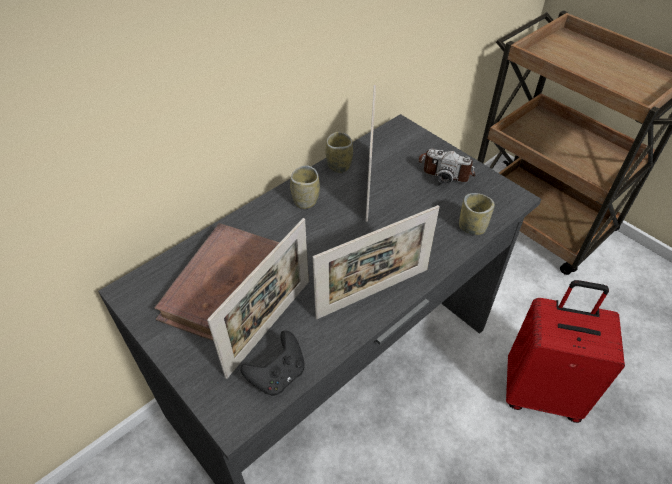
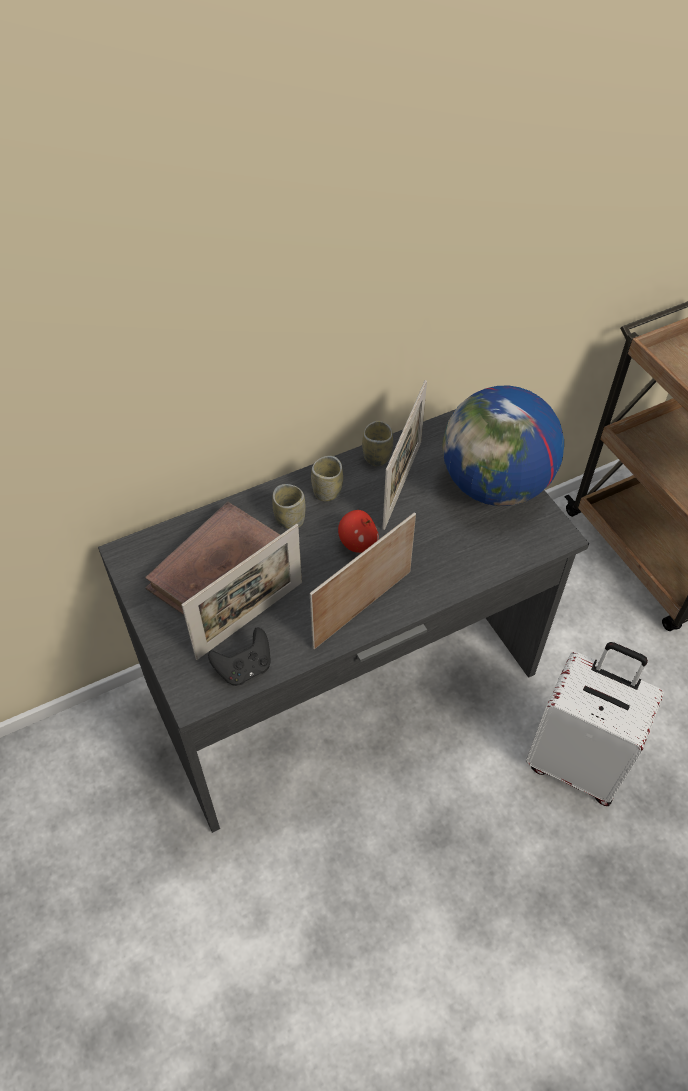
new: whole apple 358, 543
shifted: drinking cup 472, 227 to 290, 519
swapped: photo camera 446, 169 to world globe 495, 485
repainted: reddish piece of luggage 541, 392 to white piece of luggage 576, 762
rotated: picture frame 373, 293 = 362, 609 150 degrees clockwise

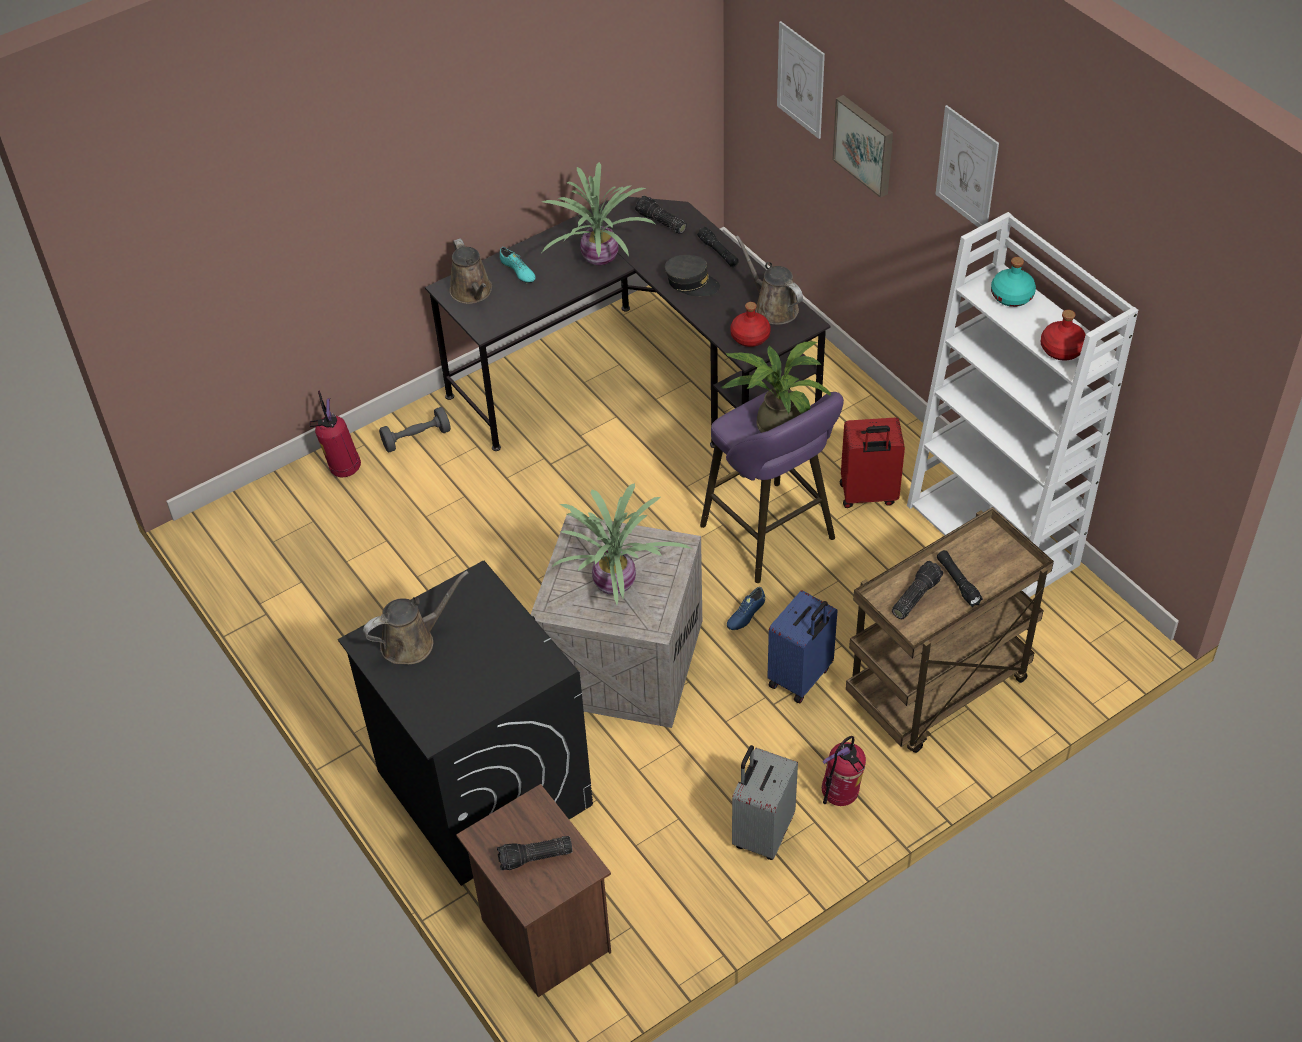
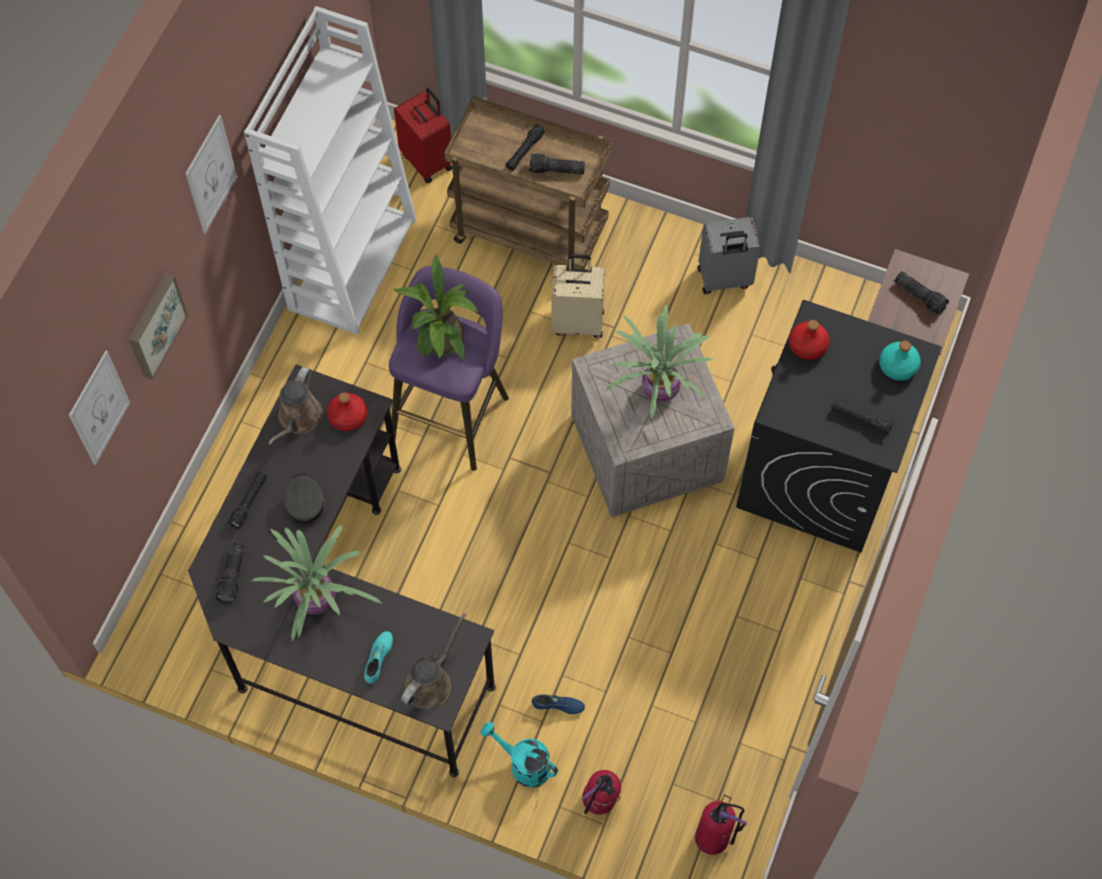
shifted: blue item of footwear 746, 615 to 558, 706; fire extinguisher 840, 797 to 714, 837; reddish piece of luggage 868, 495 to 428, 160; turquoise-coloured beverage bottle 1012, 296 to 897, 365; reddish beverage bottle 1062, 349 to 807, 345
swapped: brownish sprinkling can 412, 641 to black-coloured flashlight 861, 419; grey free weight 416, 438 to turquoise-coloured sprinkling can 523, 764
repainted: blue piece of luggage 801, 678 to beige-coloured piece of luggage 578, 322

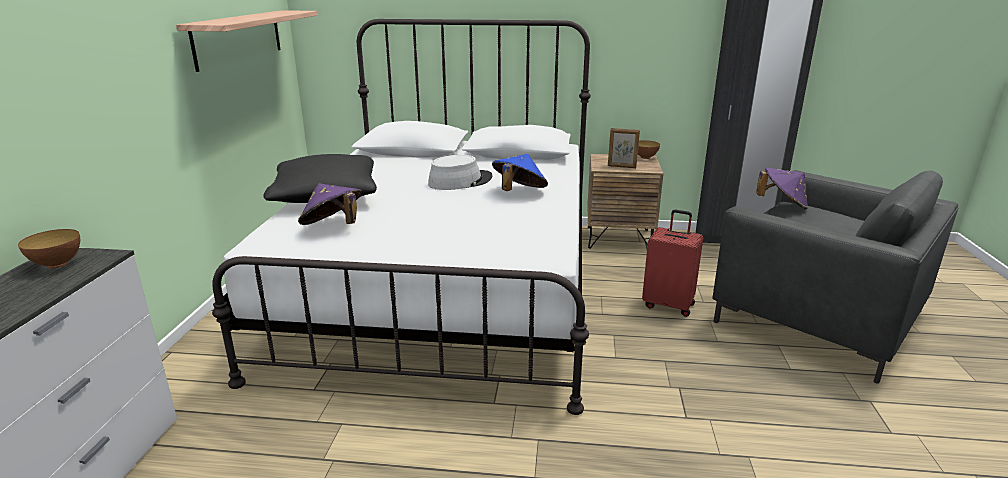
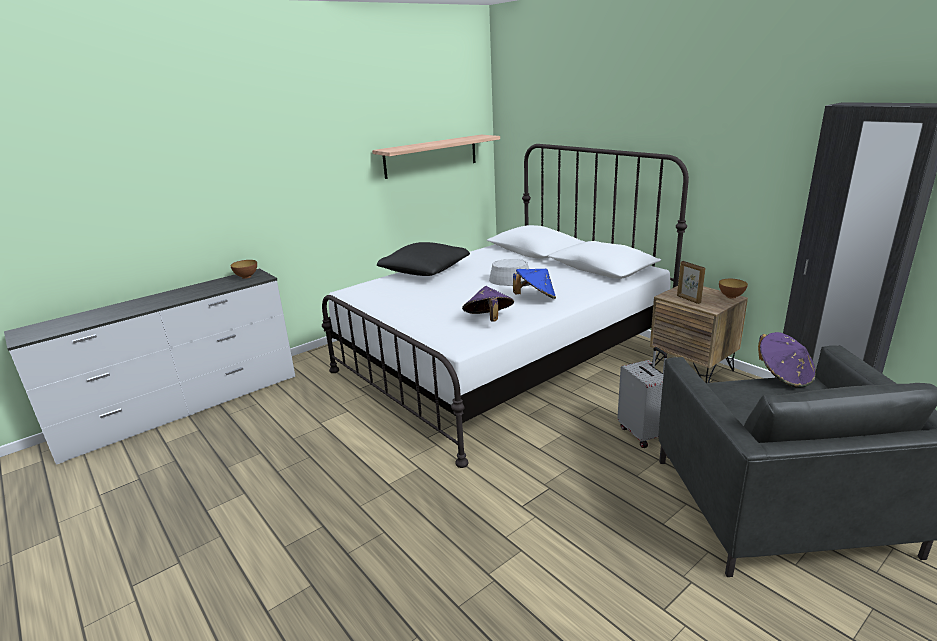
shifted: purplish wearable hat 333, 227 to 488, 320
repainted: reddish piece of luggage 668, 305 to grey piece of luggage 643, 434

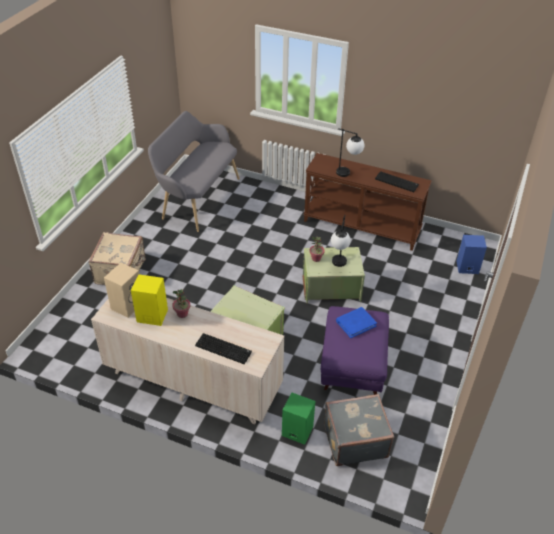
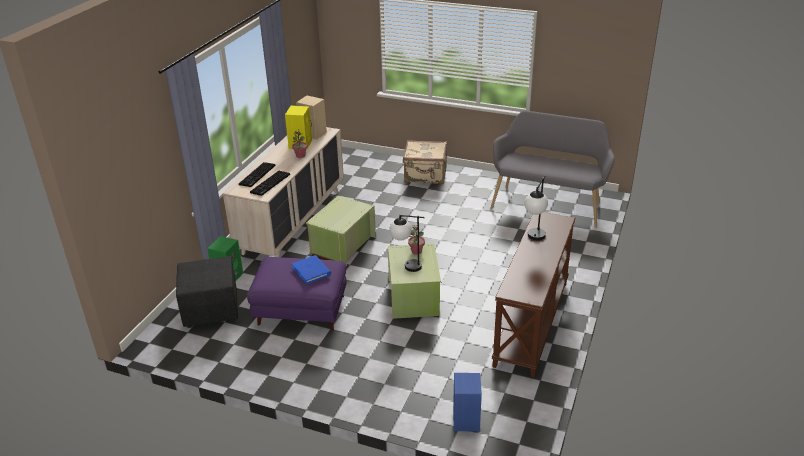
shifted: keyboard 397, 182 to 270, 184
swapped: grey piece of luggage 354, 440 to black-coloured ottoman 210, 310

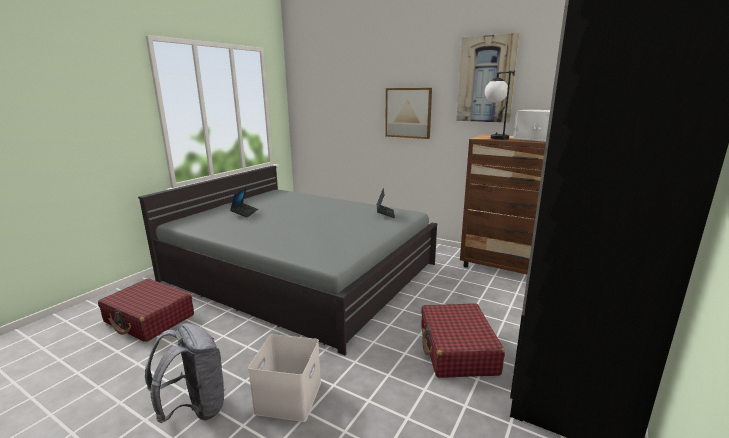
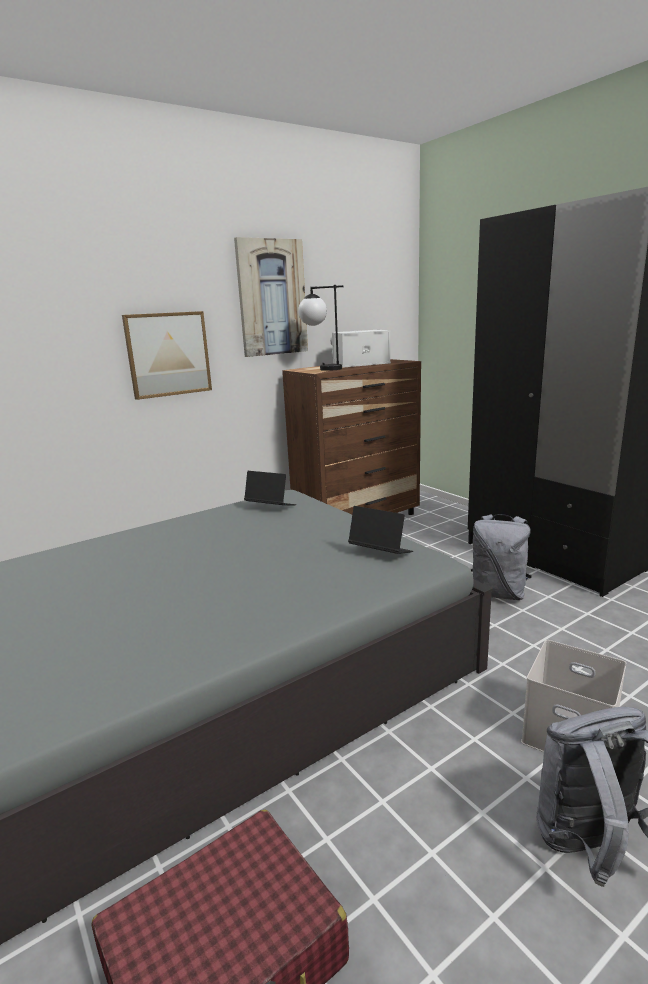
shifted: laptop 244, 213 to 380, 553
swapped: reddish piece of luggage 457, 350 to grey rucksack 498, 593

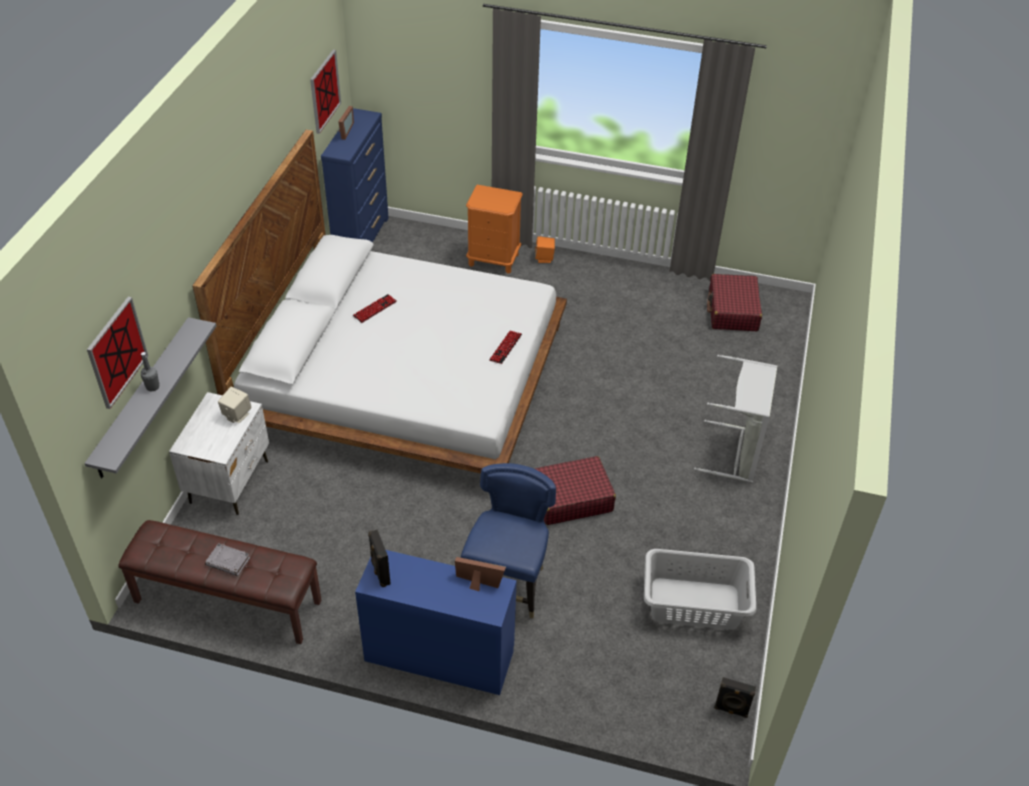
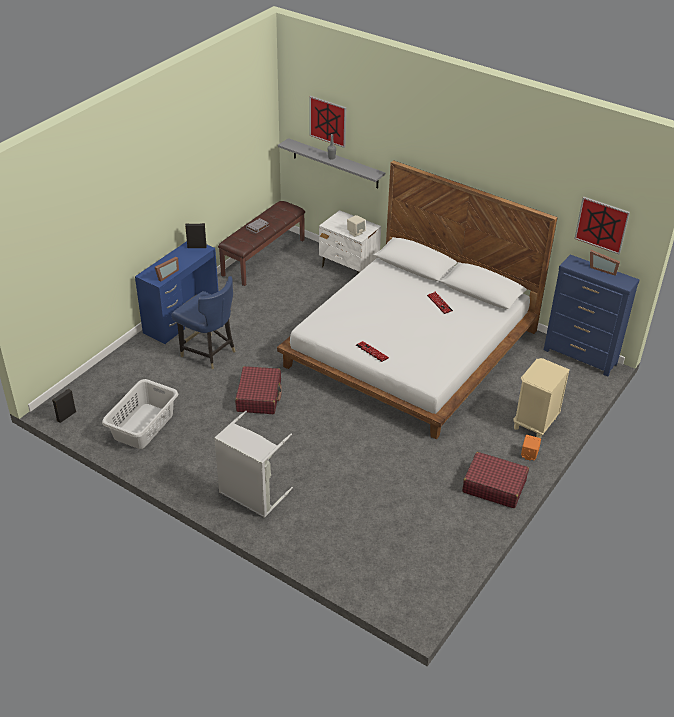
shifted: reddish piece of luggage 732, 311 to 494, 486
repainted: orange-coloured nightstand 493, 259 to beige-coloured nightstand 535, 423

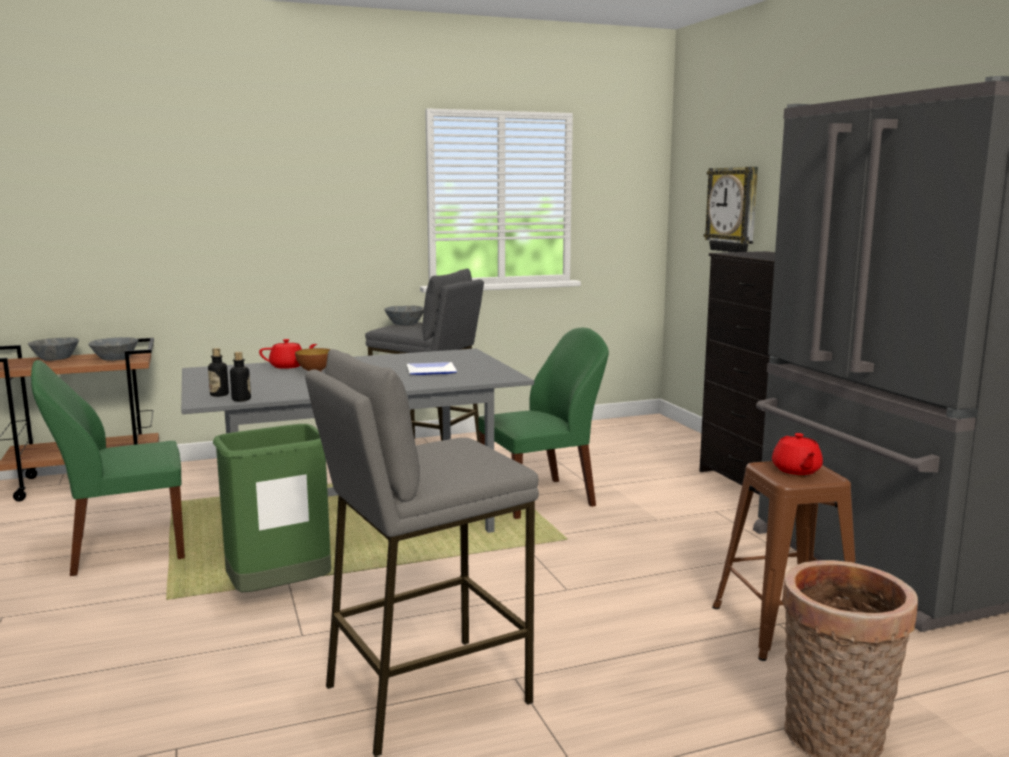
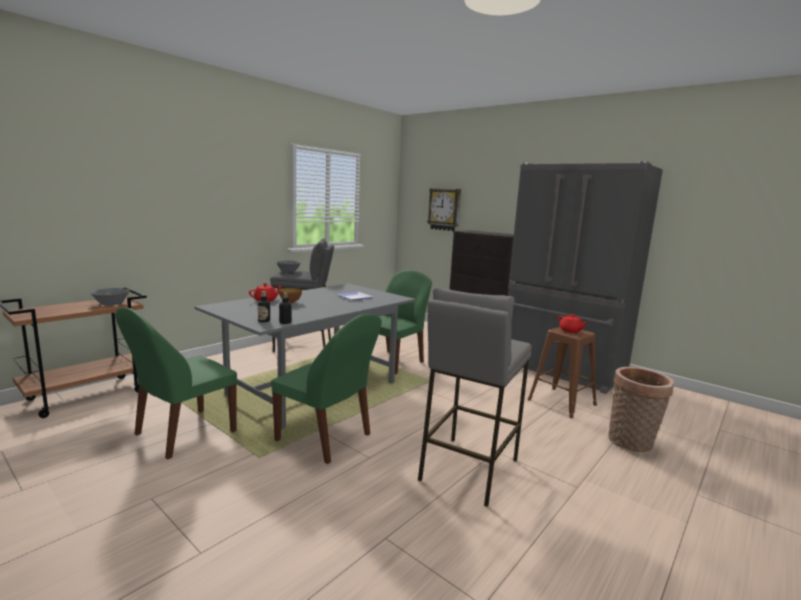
gone: grey serving bowl 55, 358
swapped: greenish rubbish bin 279, 594 to greenish upright chair 325, 438

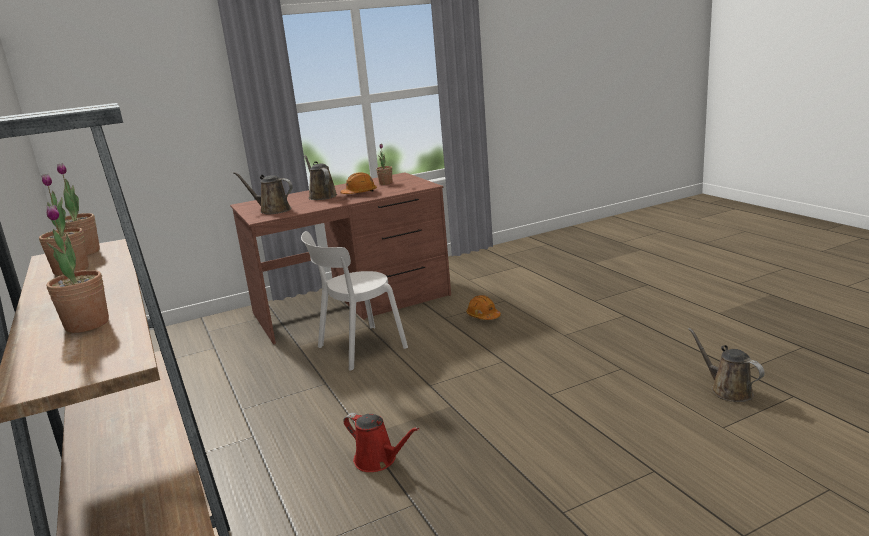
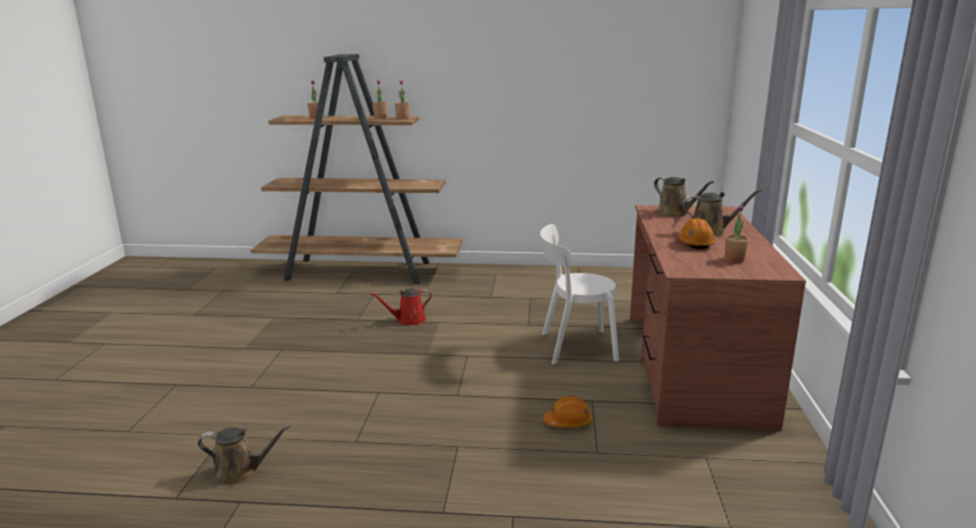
rotated: brownish sprinkling can 272, 210 = 675, 213 90 degrees clockwise; white upright chair 358, 348 = 574, 346 90 degrees counterclockwise

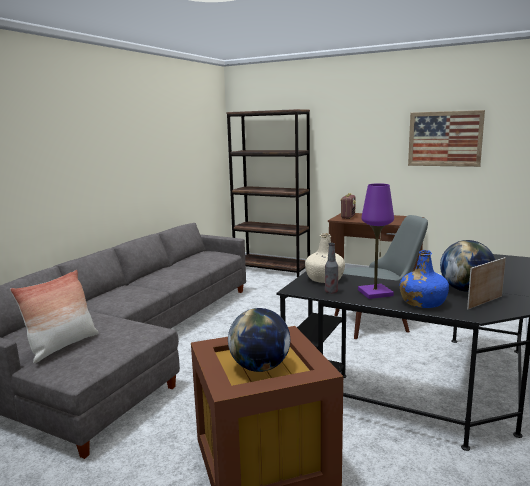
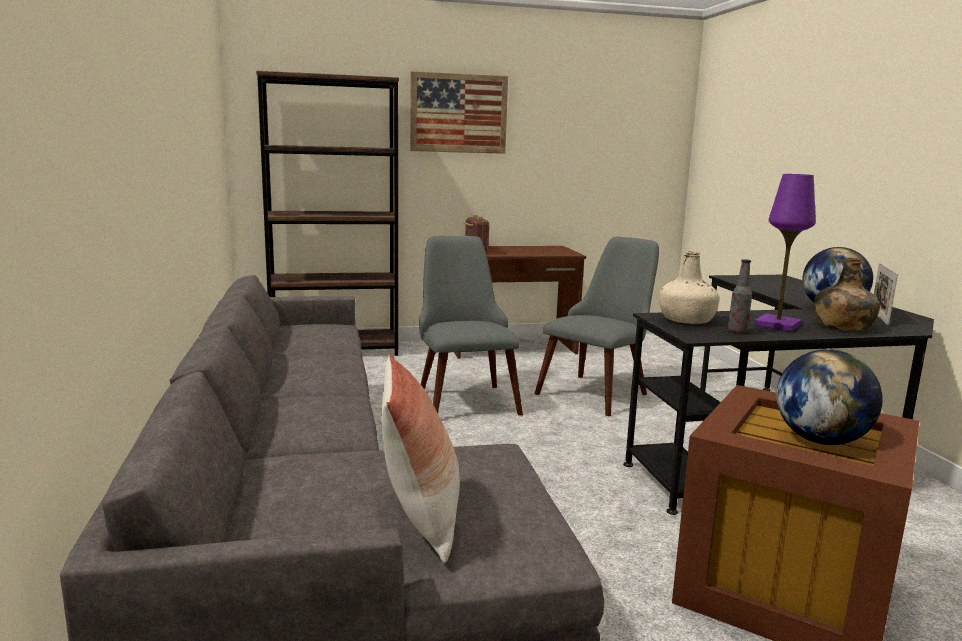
new: grey upright chair 463, 397
shifted: wall art 444, 139 to 458, 113
repainted: blue beverage bottle 422, 303 to greenish beverage bottle 842, 326

